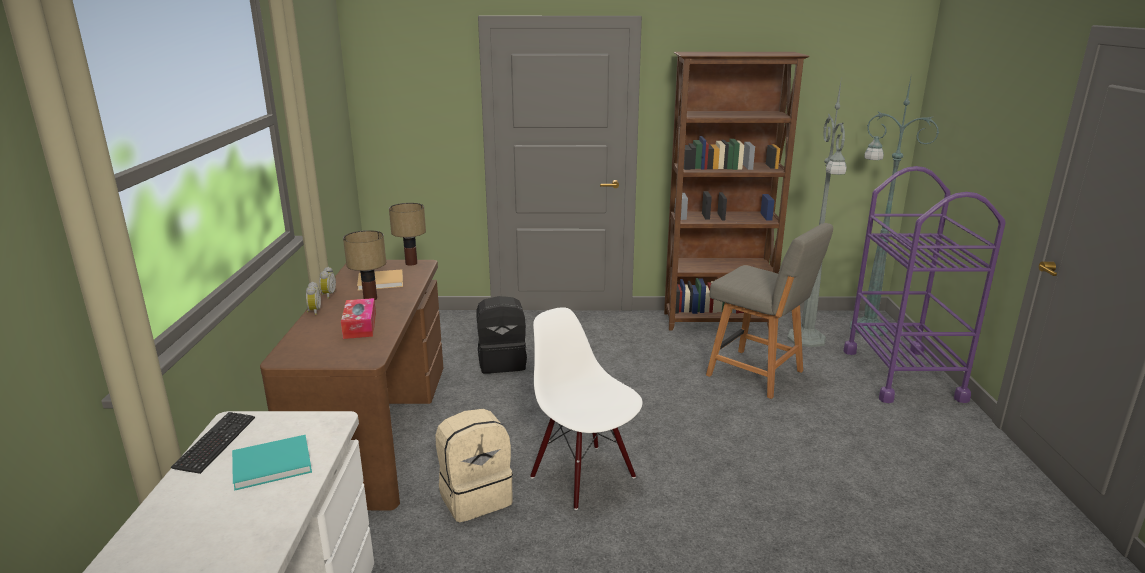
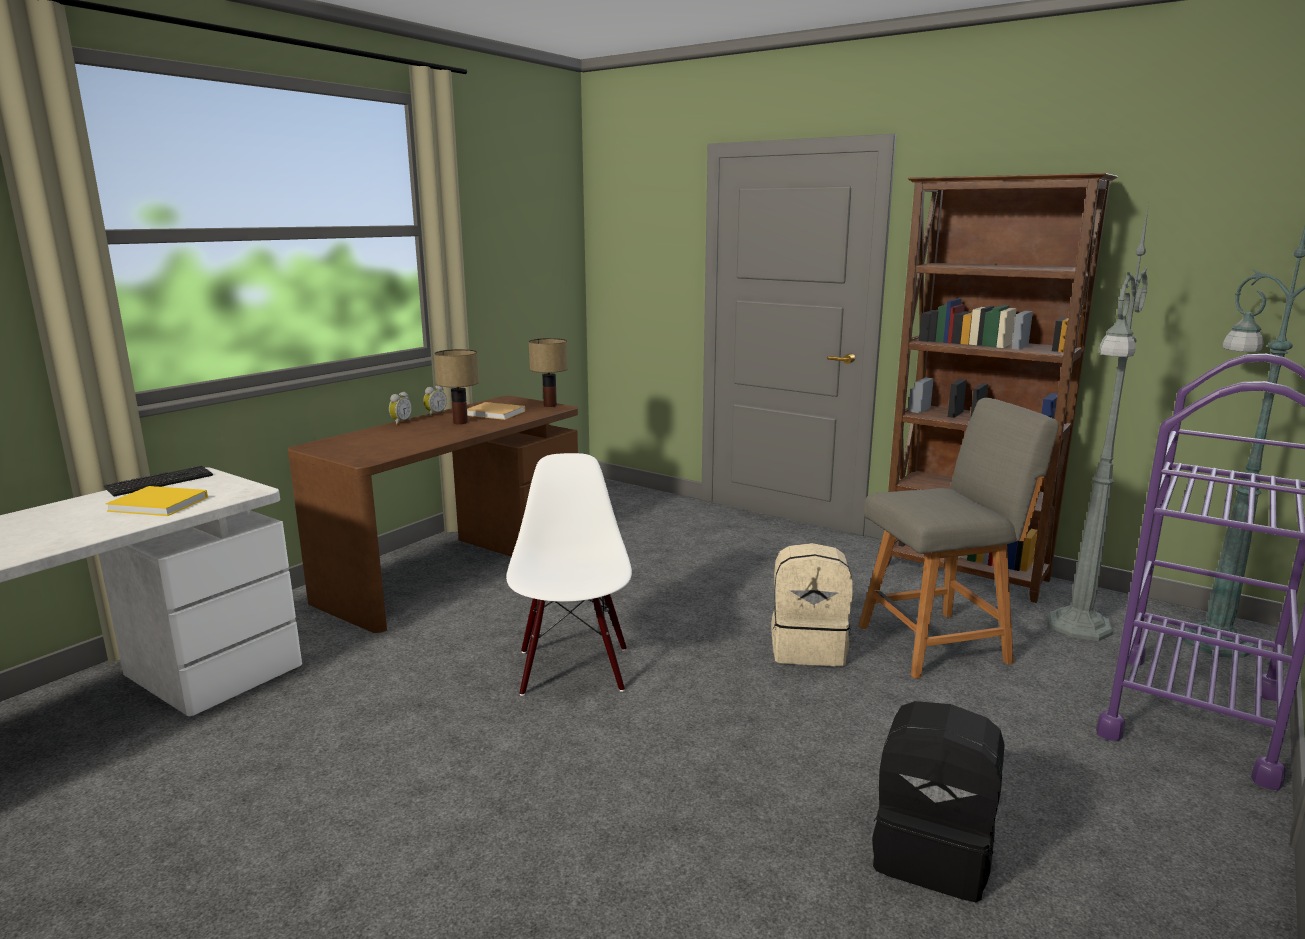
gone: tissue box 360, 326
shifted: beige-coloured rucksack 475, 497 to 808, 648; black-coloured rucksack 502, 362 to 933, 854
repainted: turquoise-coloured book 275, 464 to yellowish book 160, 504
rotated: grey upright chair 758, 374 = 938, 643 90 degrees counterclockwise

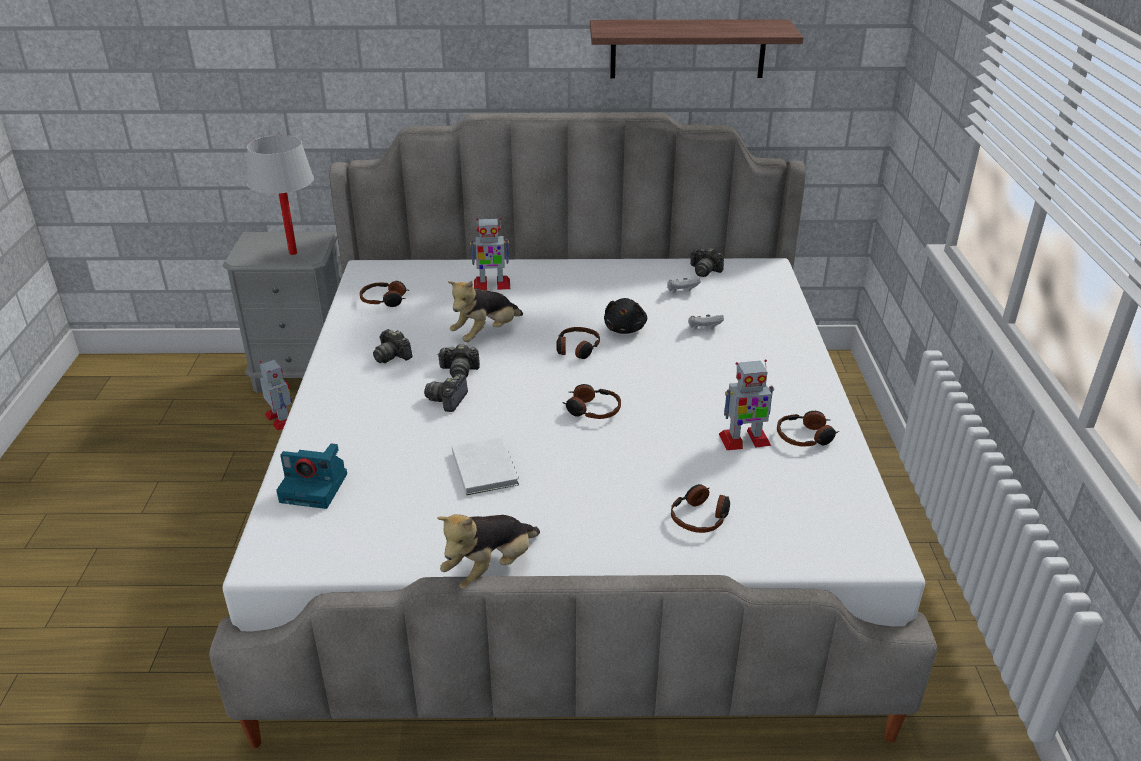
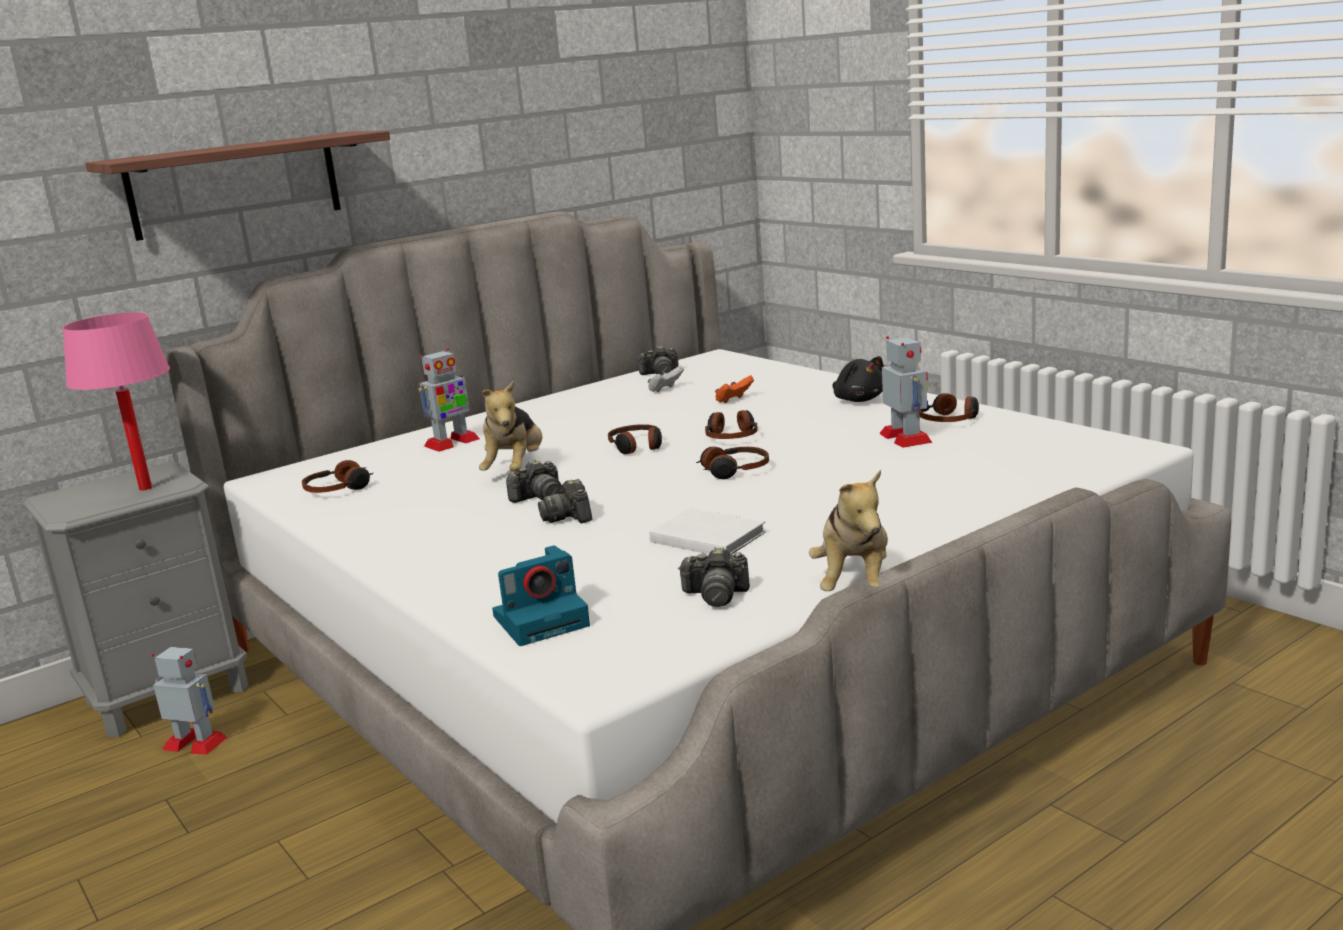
shifted: photo camera 392, 356 to 716, 595; bracket shelf 688, 49 to 235, 185; black-coloured cuddly toy 625, 328 to 859, 400; headphones 701, 517 to 732, 436
repainted: white tabletop lamp 293, 253 to pinkish tabletop lamp 145, 488; white joypad 704, 329 to orange-coloured joypad 733, 400
rotated: toy robot 744, 440 = 906, 438 60 degrees counterclockwise

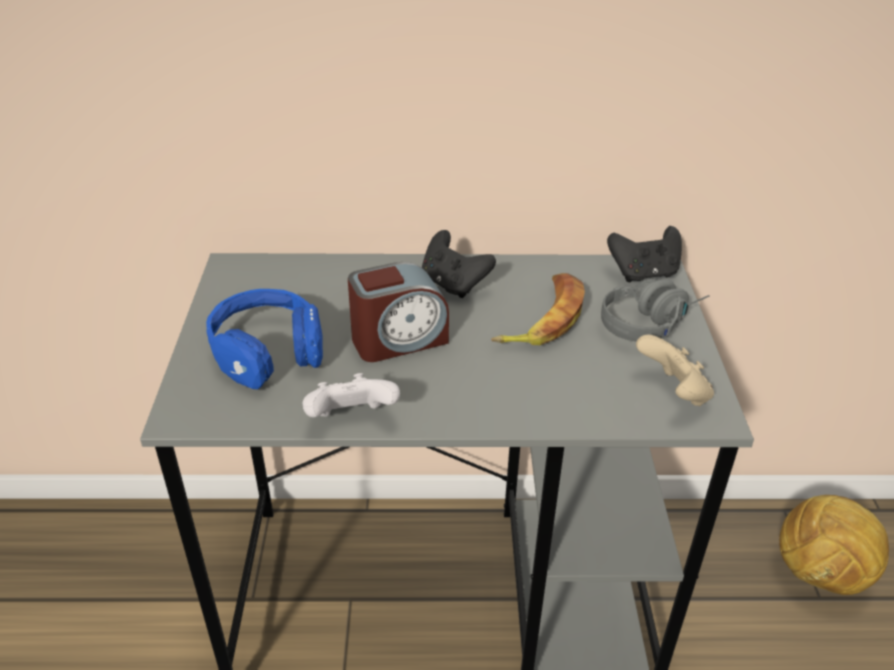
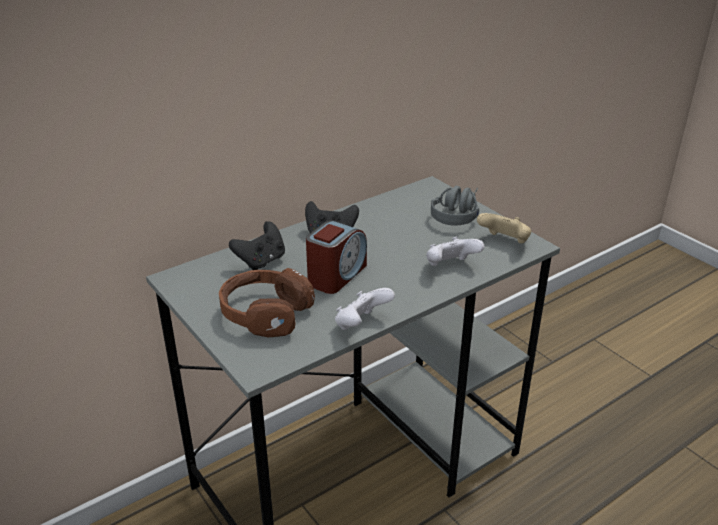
gone: banana 543, 318; football 820, 575
new: white joypad 450, 266
shifted: black-coloured joypad 643, 273 to 261, 261
repainted: blue headphones 267, 351 to brownish headphones 265, 313

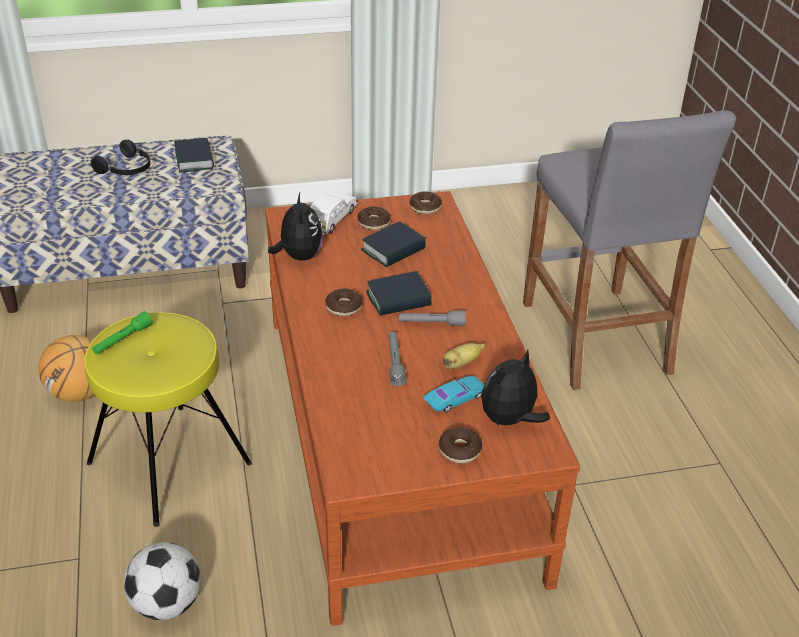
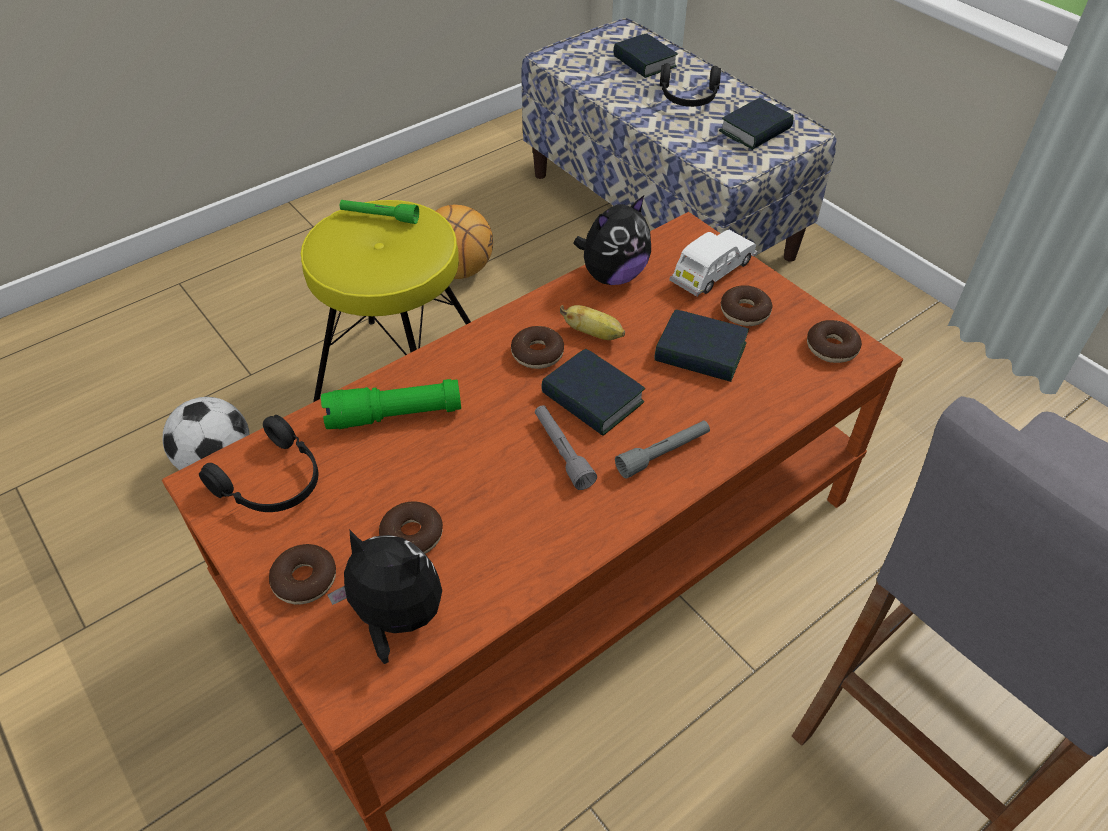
new: black-coloured headphones 273, 482; greenish flashlight 395, 415; book 644, 62
shifted: grey flashlight 395, 363 to 663, 454; banana 461, 364 to 594, 334
swapped: turquoise-coloured miniature car 454, 398 to ring doughnut 412, 535
rotated: white miniature car 331, 221 = 712, 273 45 degrees counterclockwise

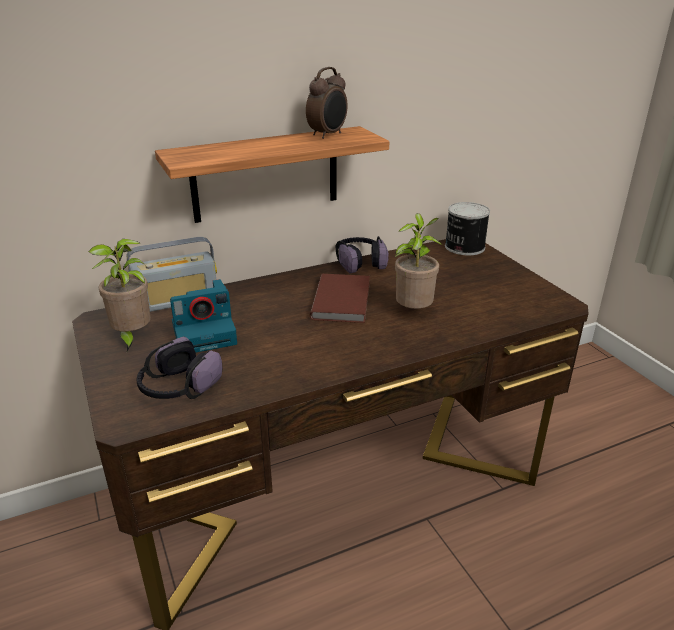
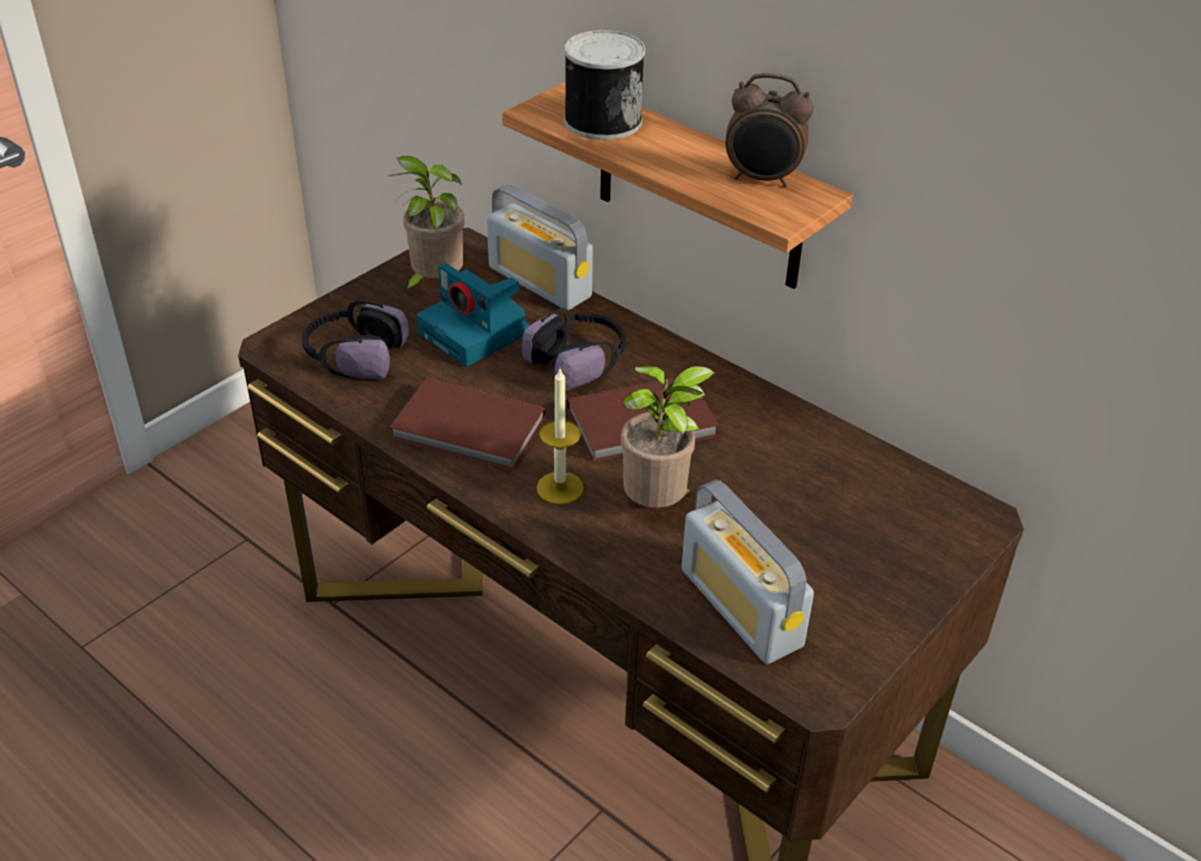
new: brownish book 469, 431; wax candle 560, 488; radio set 741, 608
shifted: headphones 359, 262 to 579, 361; can 463, 247 to 601, 120

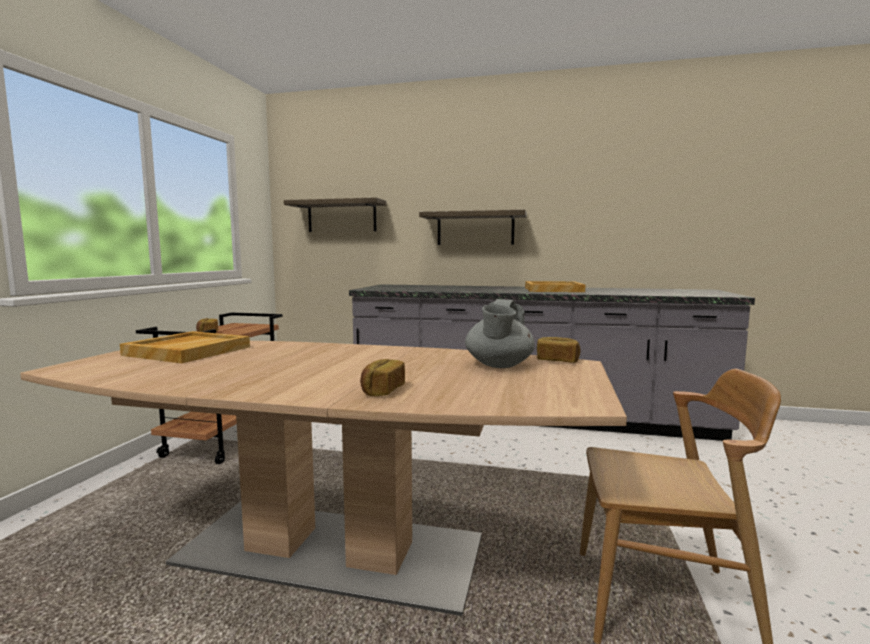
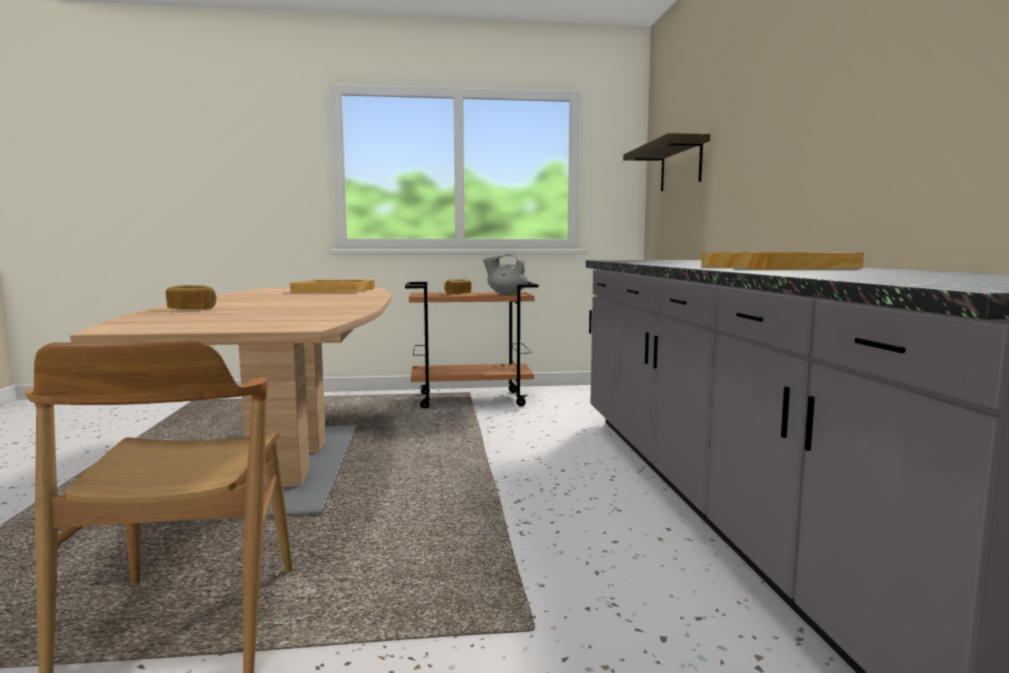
gone: bracket shelf 475, 229; baked bread 557, 360
shifted: grey tea pot 499, 365 to 506, 294

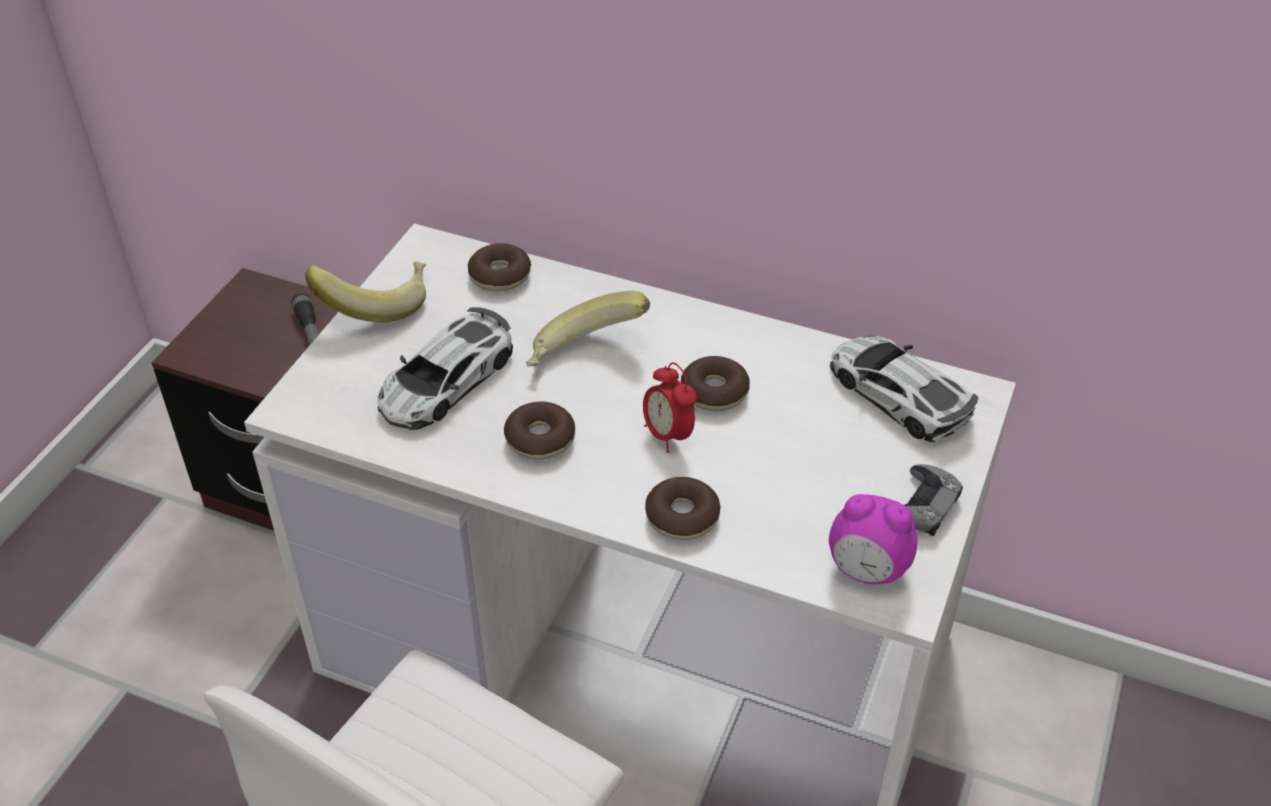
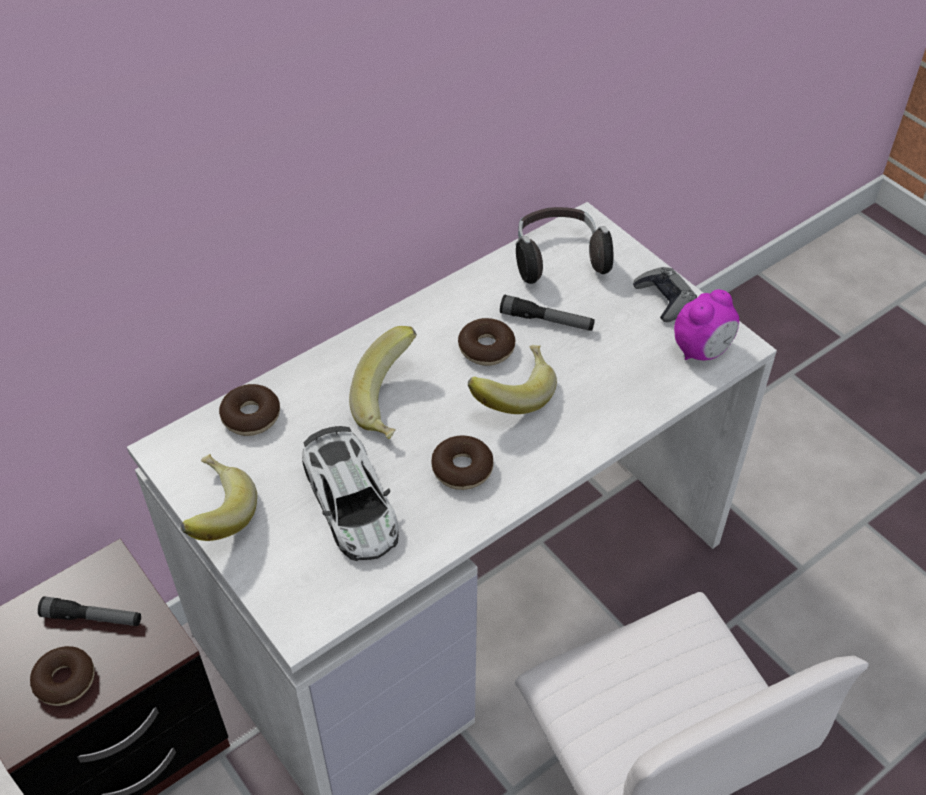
new: flashlight 546, 321
shifted: ring doughnut 682, 517 to 65, 681
swapped: bedside clock 668, 435 to banana 511, 393; miniature car 898, 394 to headphones 558, 259

